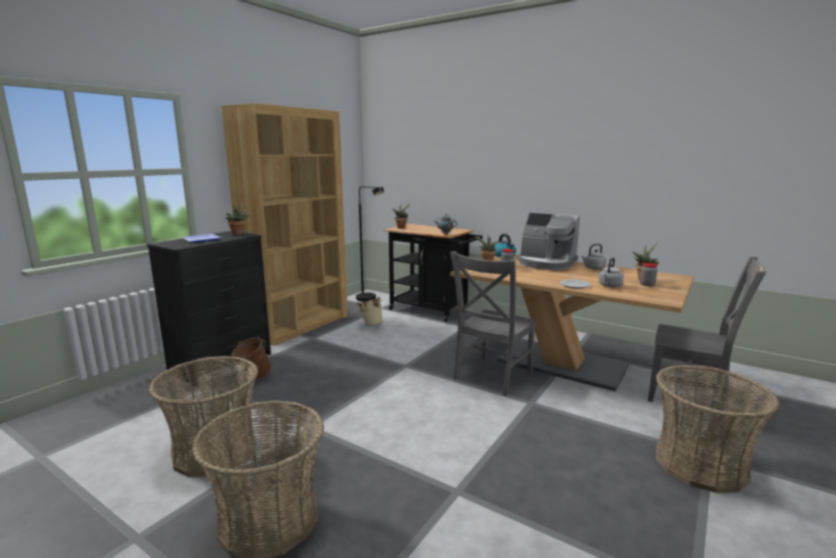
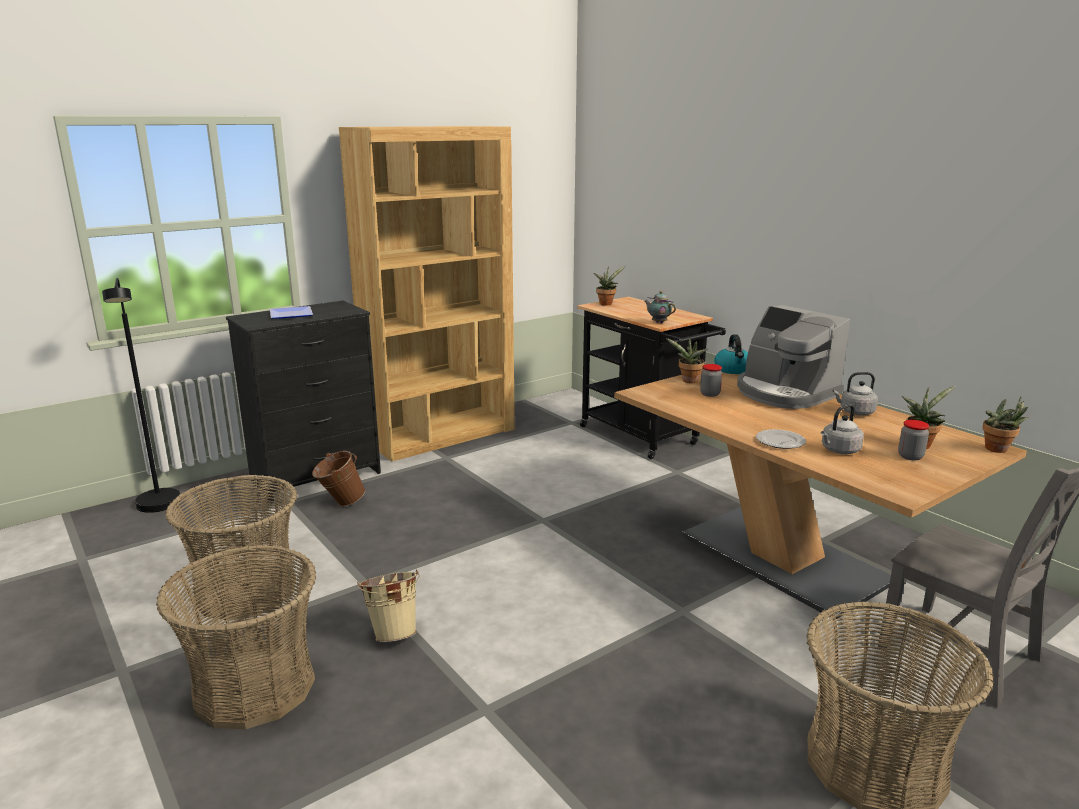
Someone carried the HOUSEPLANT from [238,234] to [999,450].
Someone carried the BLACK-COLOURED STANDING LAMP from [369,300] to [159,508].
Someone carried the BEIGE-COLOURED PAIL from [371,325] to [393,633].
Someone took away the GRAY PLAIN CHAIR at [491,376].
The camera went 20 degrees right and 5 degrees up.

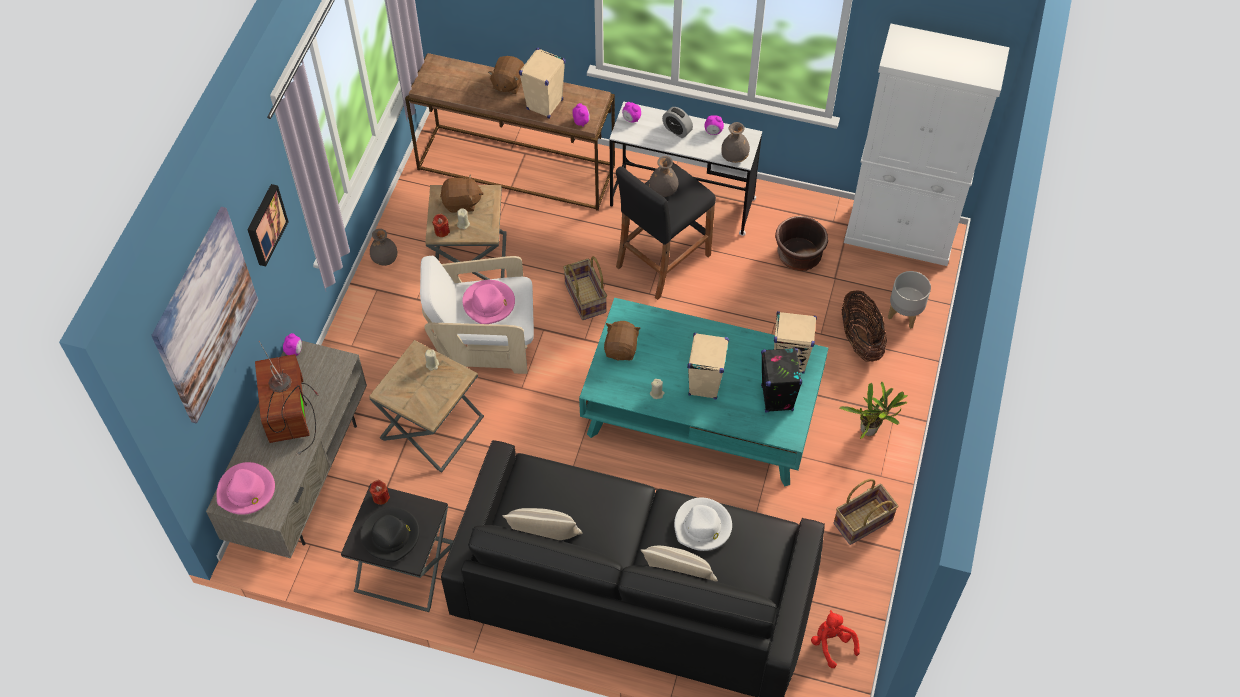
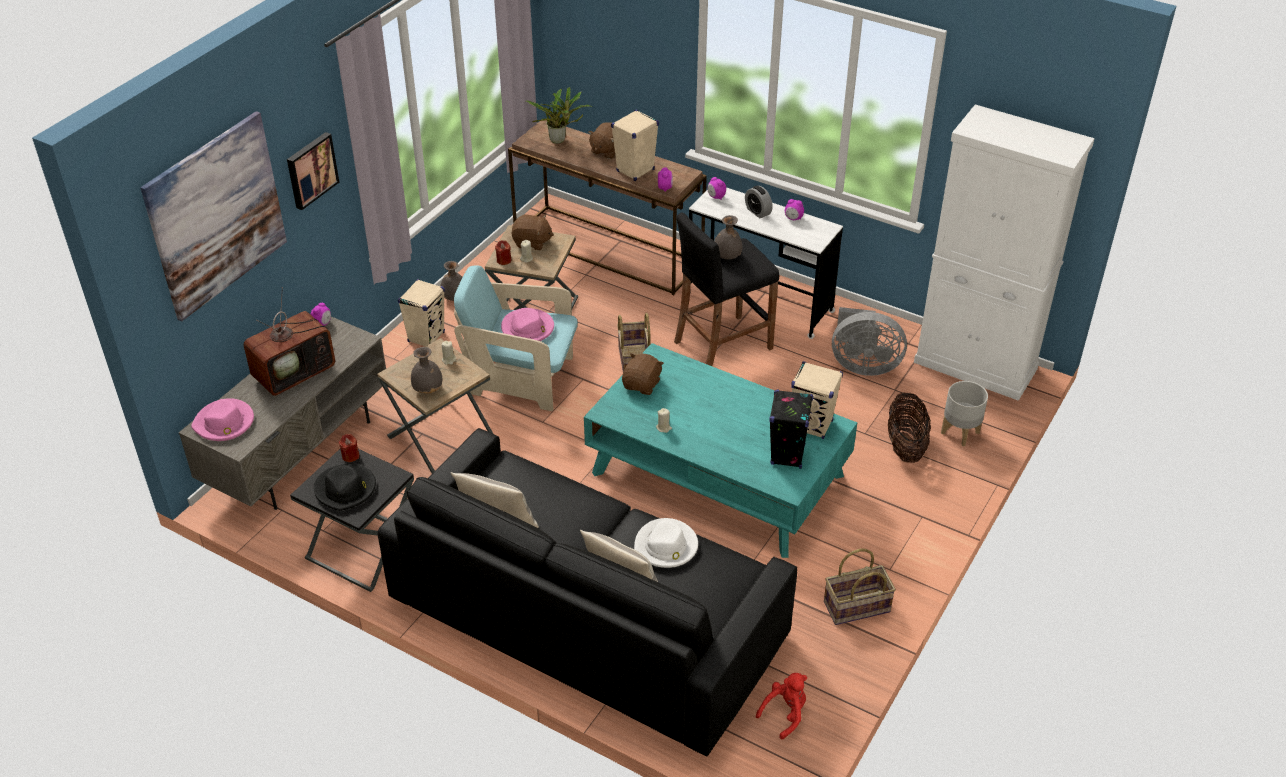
Someone rotated the TV at [290,414] by 135 degrees counterclockwise.
Someone repainted the WHITISH EASY CHAIR at [484,342], which became the TURQUOISE-COLOURED EASY CHAIR at [521,378].
Someone carried the BEIGE-COLOURED SPEAKER from [704,384] to [426,337].
Someone carried the GRAY VASE from [734,157] to [428,389].
Someone swapped the BROWNISH FLOWER POT at [798,256] for the GRAY COOLING FAN at [863,365].
Someone rotated the RED-COLOURED PLUSH TOY at [832,643] by 60 degrees clockwise.
Someone carried the HOUSEPLANT from [871,430] to [559,140].
The camera went 15 degrees right and 15 degrees down.

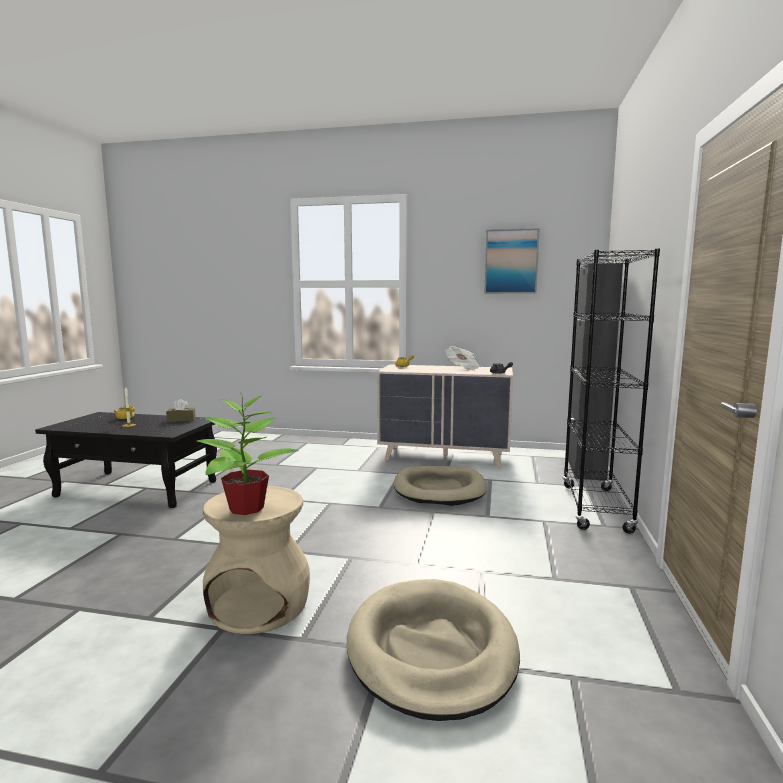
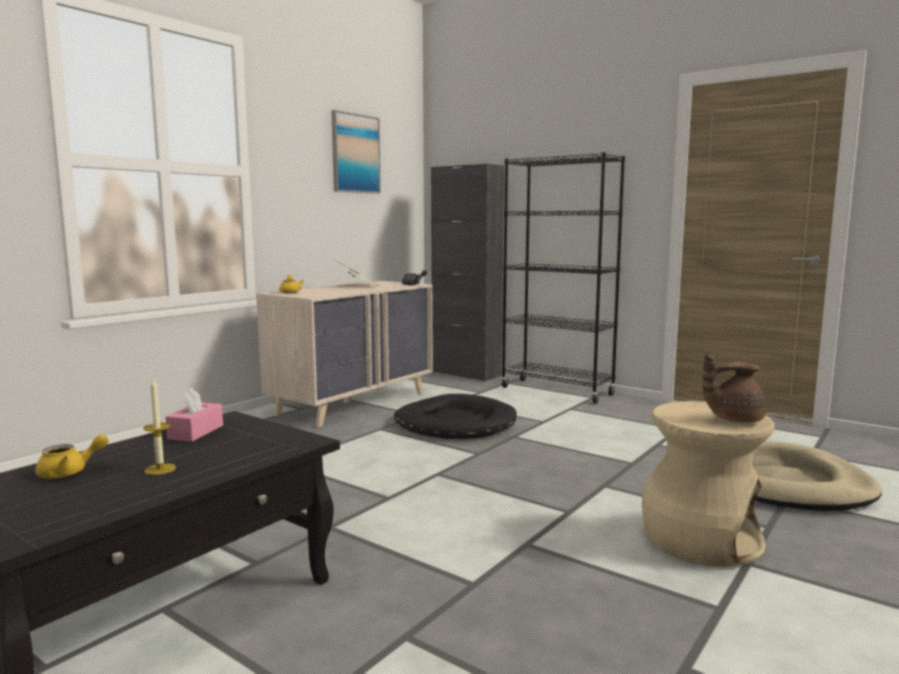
Someone repainted the BROWNISH TISSUE BOX at [181,420], which became the PINK TISSUE BOX at [196,432].
Someone swapped the HOUSEPLANT at [245,508] for the BROWNISH TEAPOT at [733,419].
Someone repainted the BEIGE-COLOURED DOG CUSHION at [439,489], which became the BLACK-COLOURED DOG CUSHION at [455,423].
The camera went 65 degrees left and 0 degrees up.

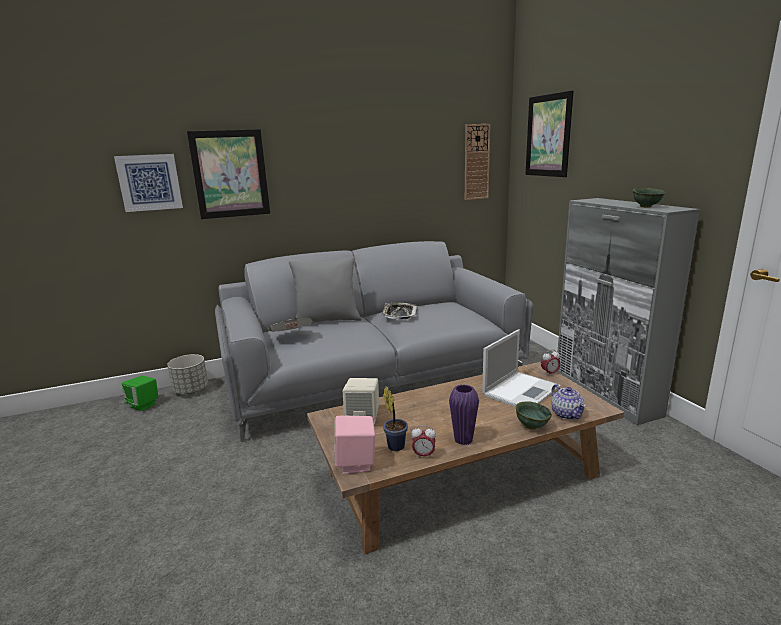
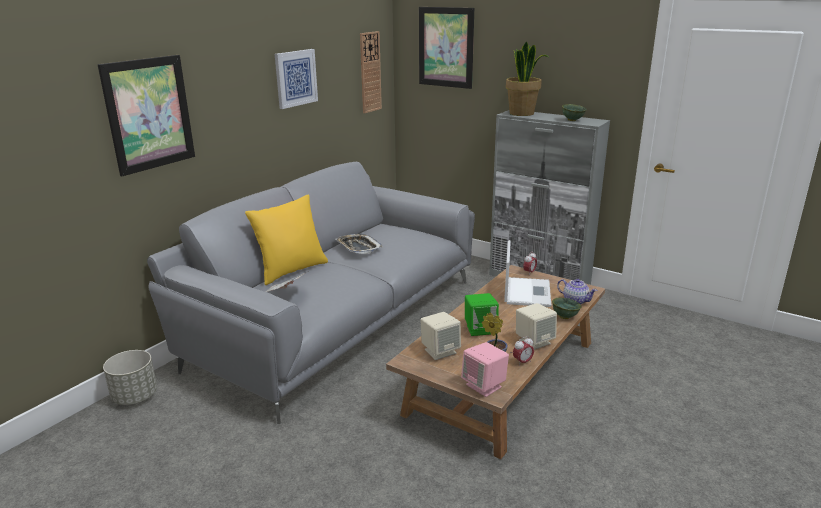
Someone carried the PICTURE from [149,182] to [295,78].
Someone carried the GREENISH SPEAKER from [144,405] to [480,329].
Someone repainted the GRAY THROW PILLOW at [327,320], which became the YELLOWISH THROW PILLOW at [291,270].
Someone swapped the PURPLISH VASE at [463,440] for the BEIGE-COLOURED SPEAKER at [534,342].
Someone put down the HOUSEPLANT at [522,113].
The camera went 35 degrees left and 5 degrees up.

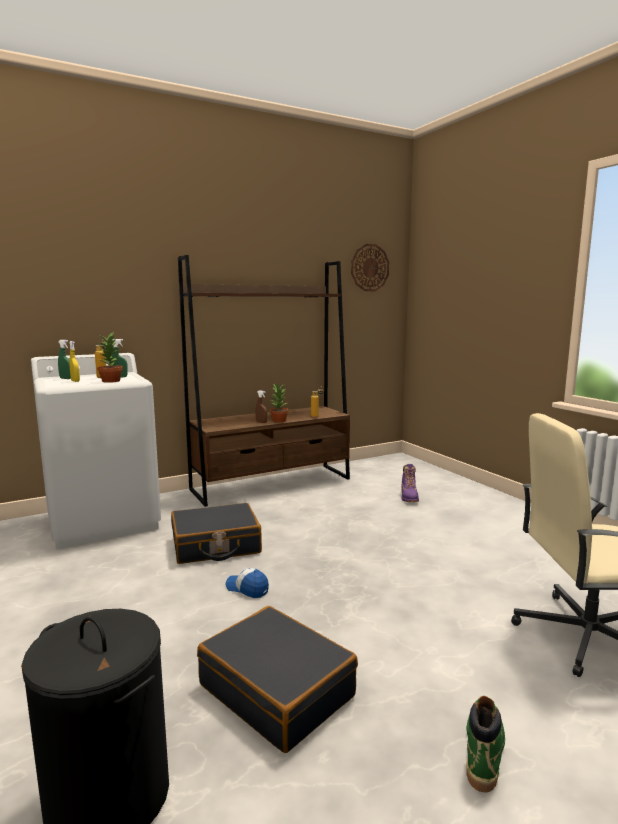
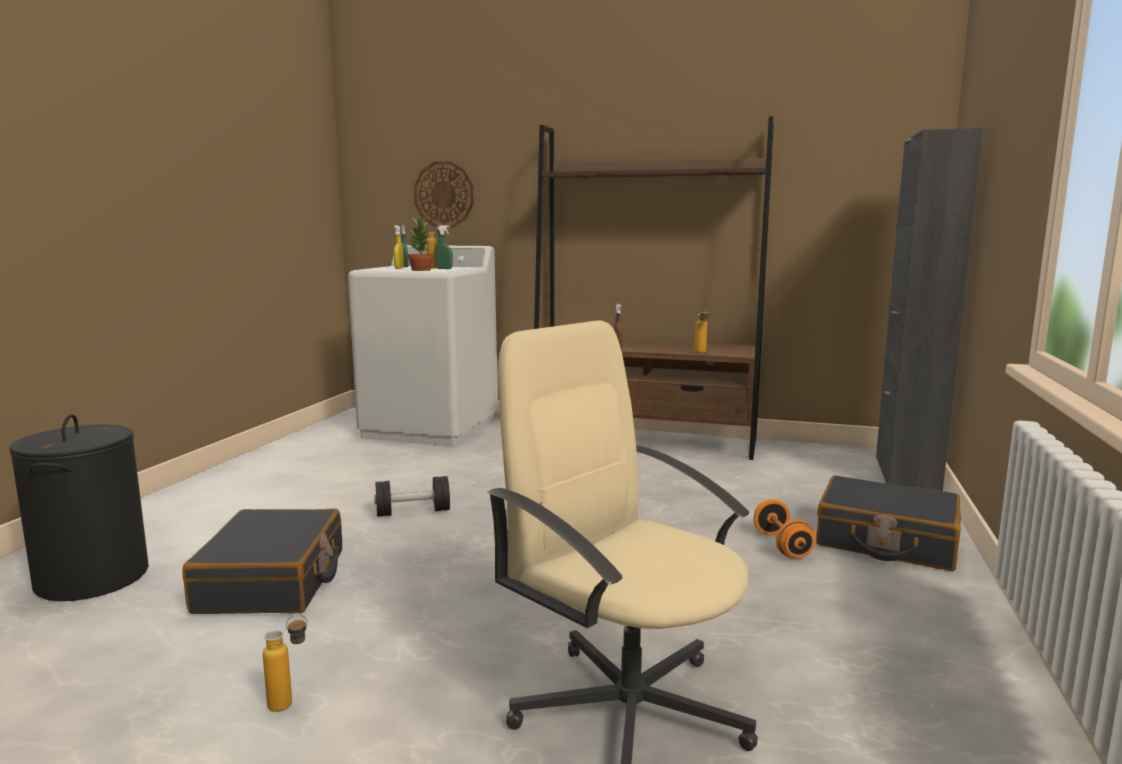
Someone carried the BLACK-COLOURED TRAVEL CASE from [215,545] to [886,541].
Someone swapped the CAP at [247,589] for the BLACK-COLOURED HAND WEIGHT at [413,512].
Someone took away the HOUSEPLANT at [278,420].
Someone carried the WALL CLOCK from [369,267] to [444,195].
Someone took away the PURPLISH BOOT at [409,497].
Someone swapped the GREENISH BOOT at [483,749] for the BEVERAGE BOTTLE at [290,703].
Someone put down the ORANGEY HAND WEIGHT at [781,545].
Someone put down the BLACK-COLOURED STORAGE CABINET at [906,475].
The camera went 45 degrees right and 0 degrees up.

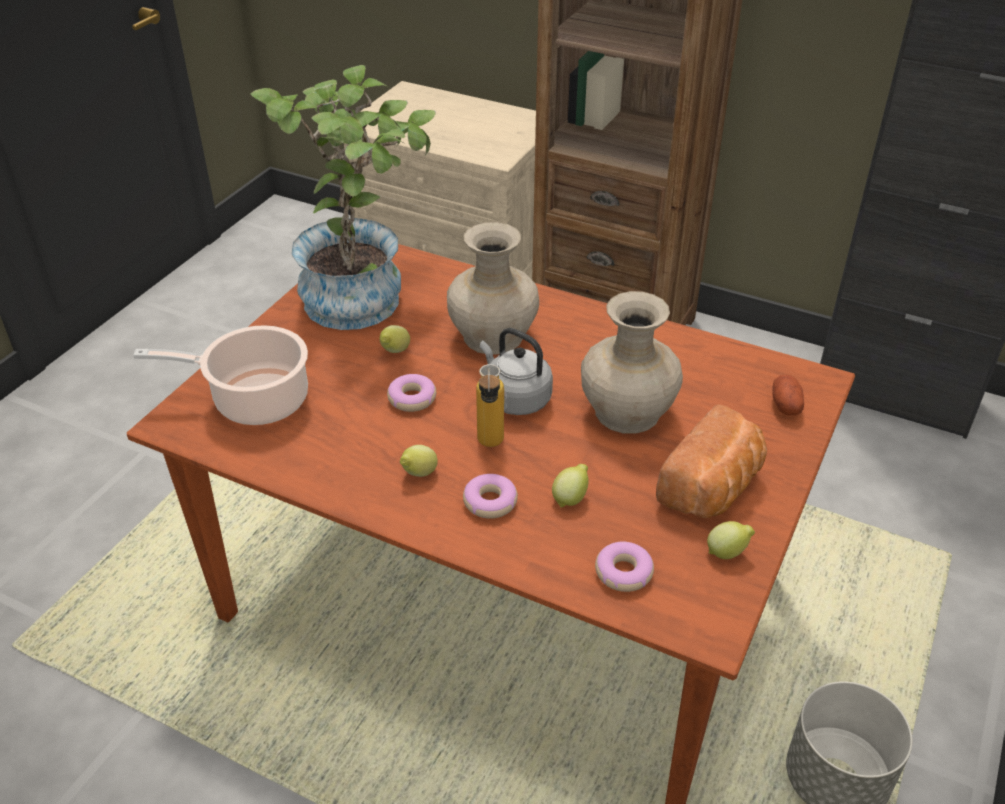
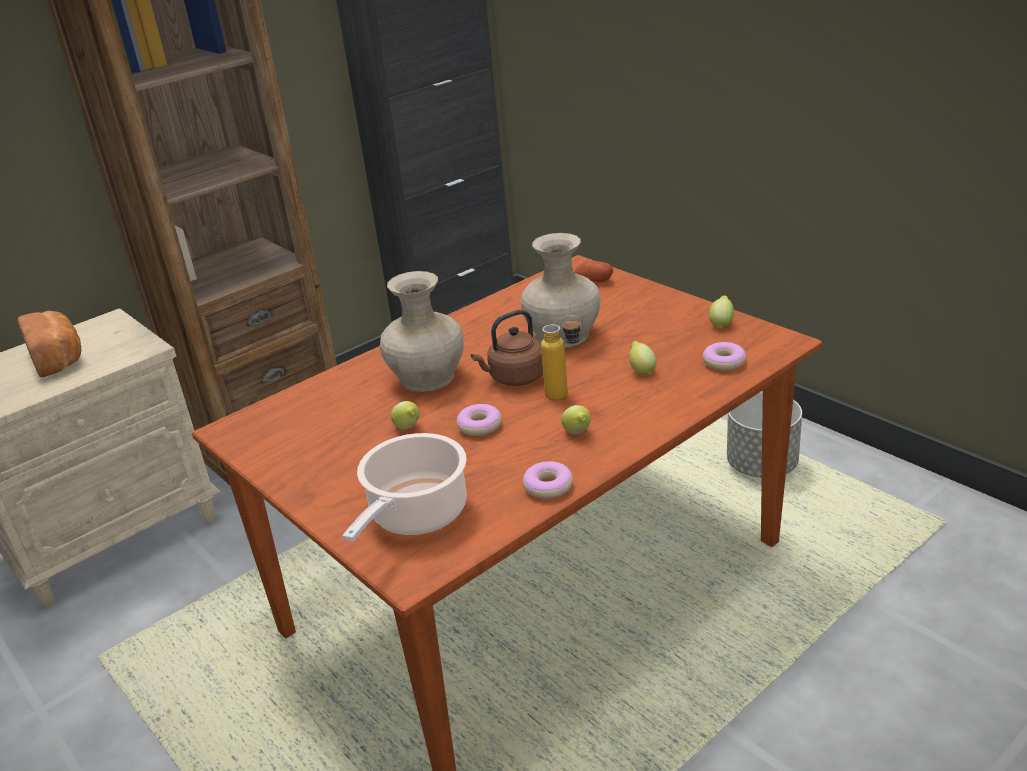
Someone took away the HOUSEPLANT at [363,294].
Someone carried the DOUGHNUT from [490,502] to [548,486].
Someone repainted the GRAY WATER KETTLE at [515,398], which became the BROWNISH WATER KETTLE at [514,378].
Someone carried the BAKED BREAD from [713,488] to [59,358].
The camera went 65 degrees left and 10 degrees down.

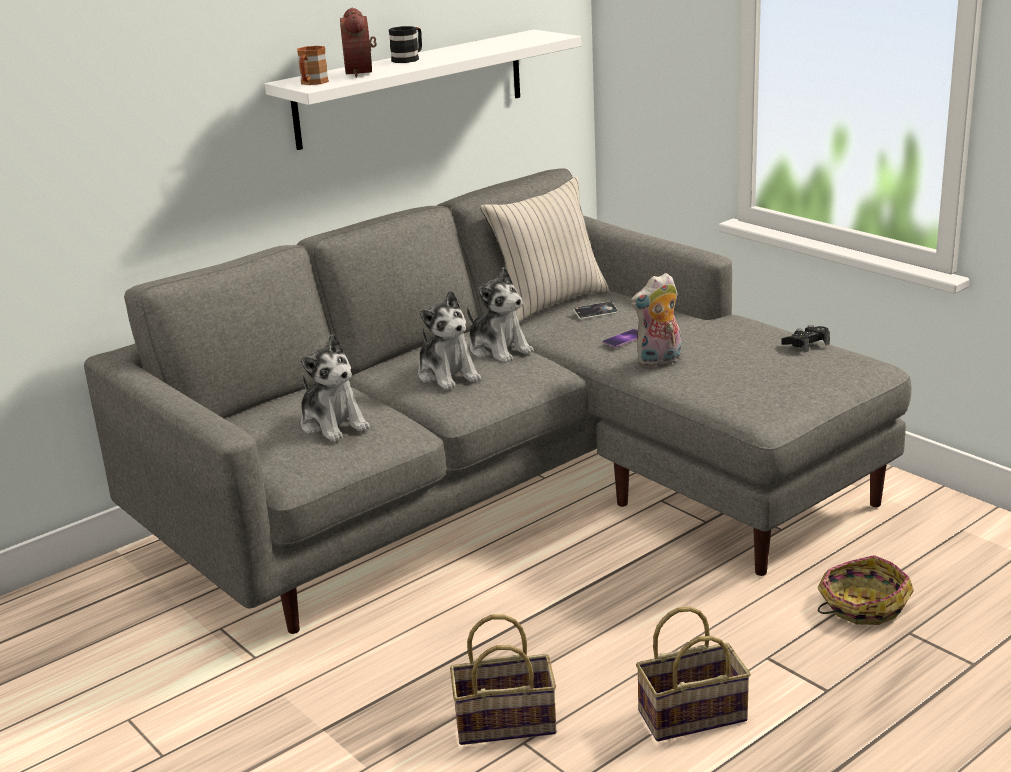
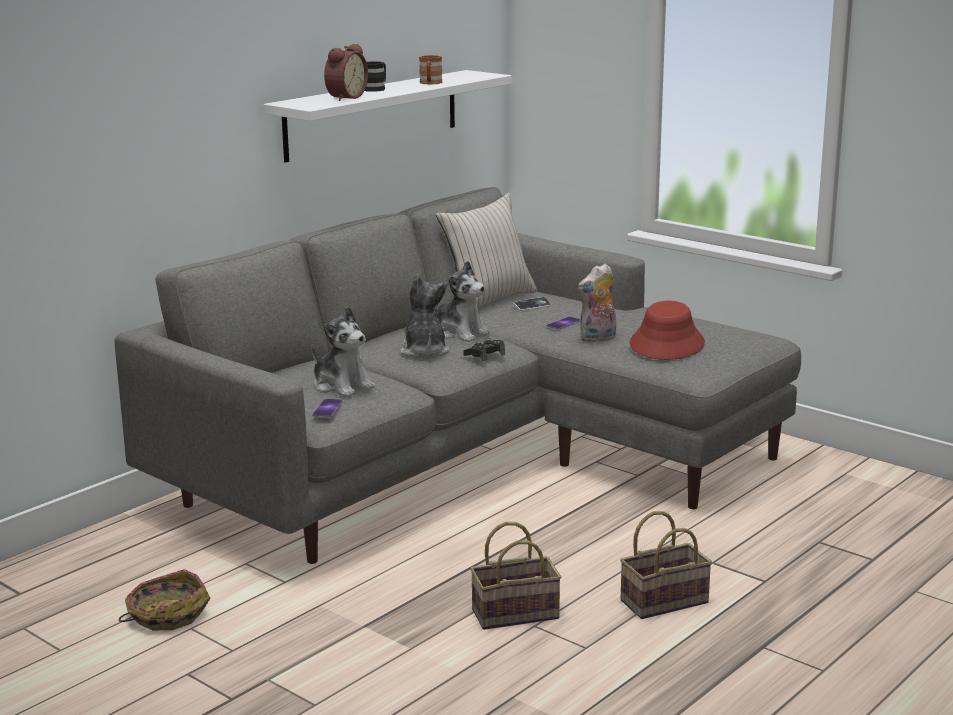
Someone carried the BROWNISH TEA MUG from [312,83] to [430,83].
Someone rotated the BEDSIDE CLOCK at [362,72] by 135 degrees counterclockwise.
Someone rotated the PLUSH TOY at [448,375] by 150 degrees counterclockwise.
Someone carried the BLACK-COLOURED GAME CONTROLLER from [806,344] to [485,355].
Someone carried the BASKET from [861,605] to [166,615].
Someone put down the PHONE at [327,408].
Someone put down the RED-COLOURED HAT at [667,344].
The camera went 10 degrees left and 5 degrees down.

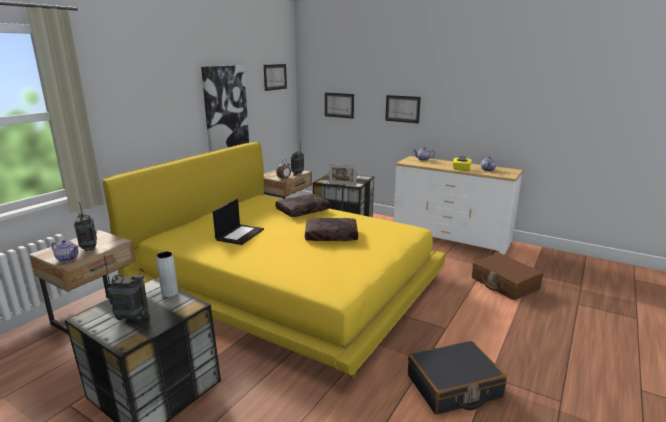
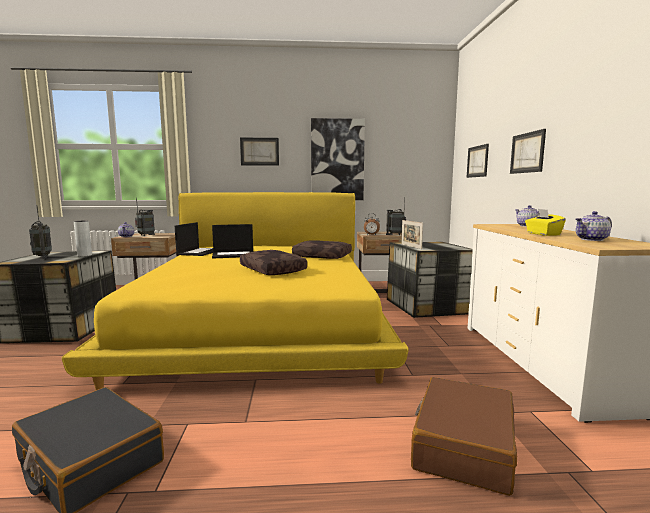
Someone carried the PICTURE from [275,77] to [259,151].
Someone put down the LAPTOP at [199,252].
The camera went 55 degrees right and 10 degrees down.

